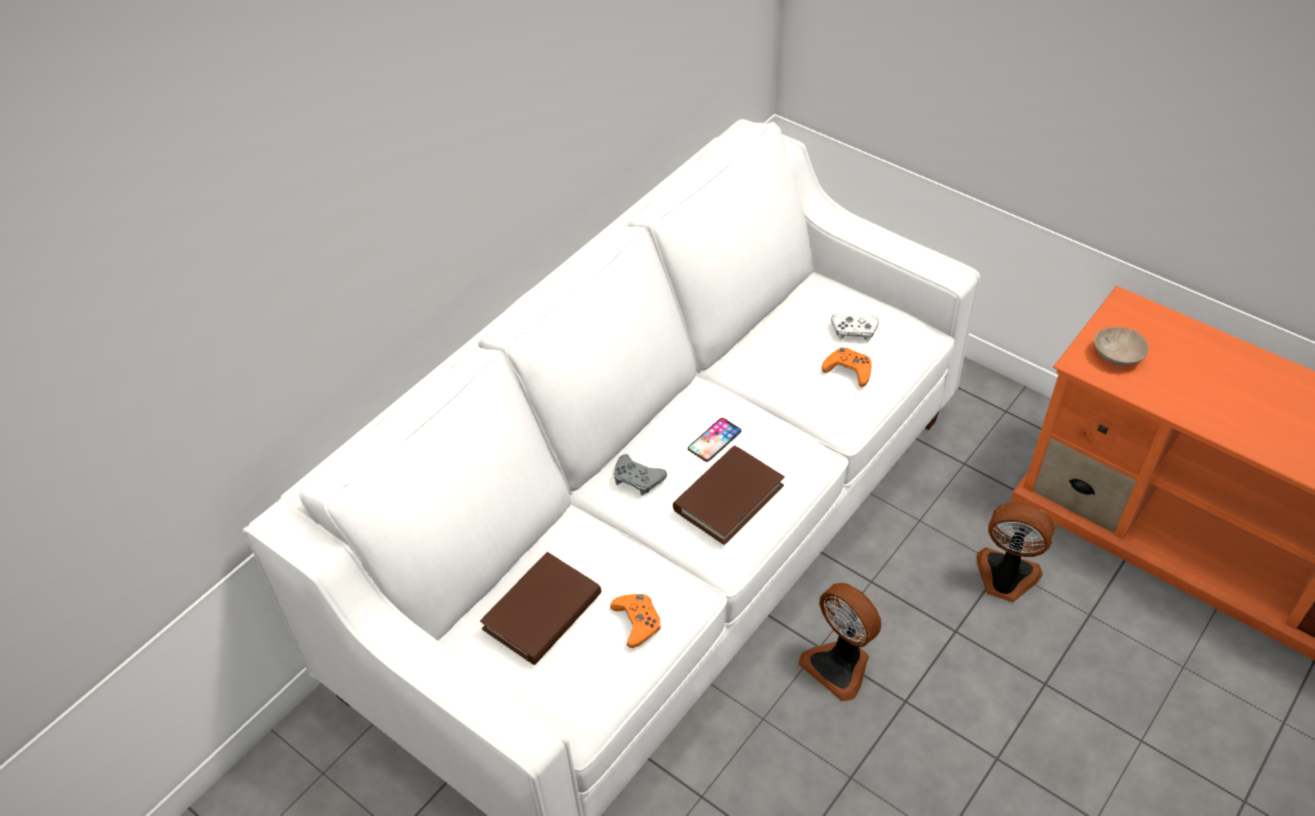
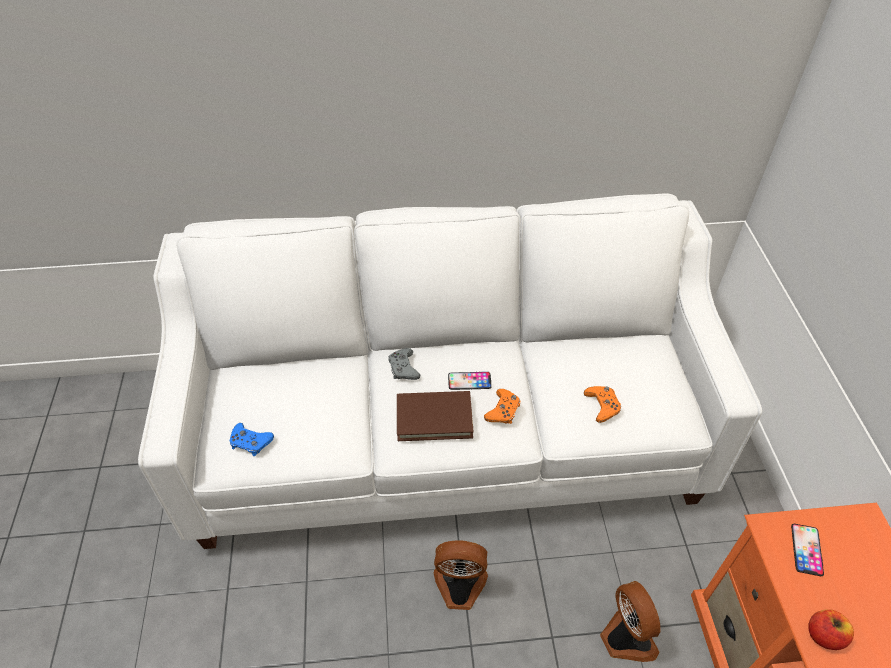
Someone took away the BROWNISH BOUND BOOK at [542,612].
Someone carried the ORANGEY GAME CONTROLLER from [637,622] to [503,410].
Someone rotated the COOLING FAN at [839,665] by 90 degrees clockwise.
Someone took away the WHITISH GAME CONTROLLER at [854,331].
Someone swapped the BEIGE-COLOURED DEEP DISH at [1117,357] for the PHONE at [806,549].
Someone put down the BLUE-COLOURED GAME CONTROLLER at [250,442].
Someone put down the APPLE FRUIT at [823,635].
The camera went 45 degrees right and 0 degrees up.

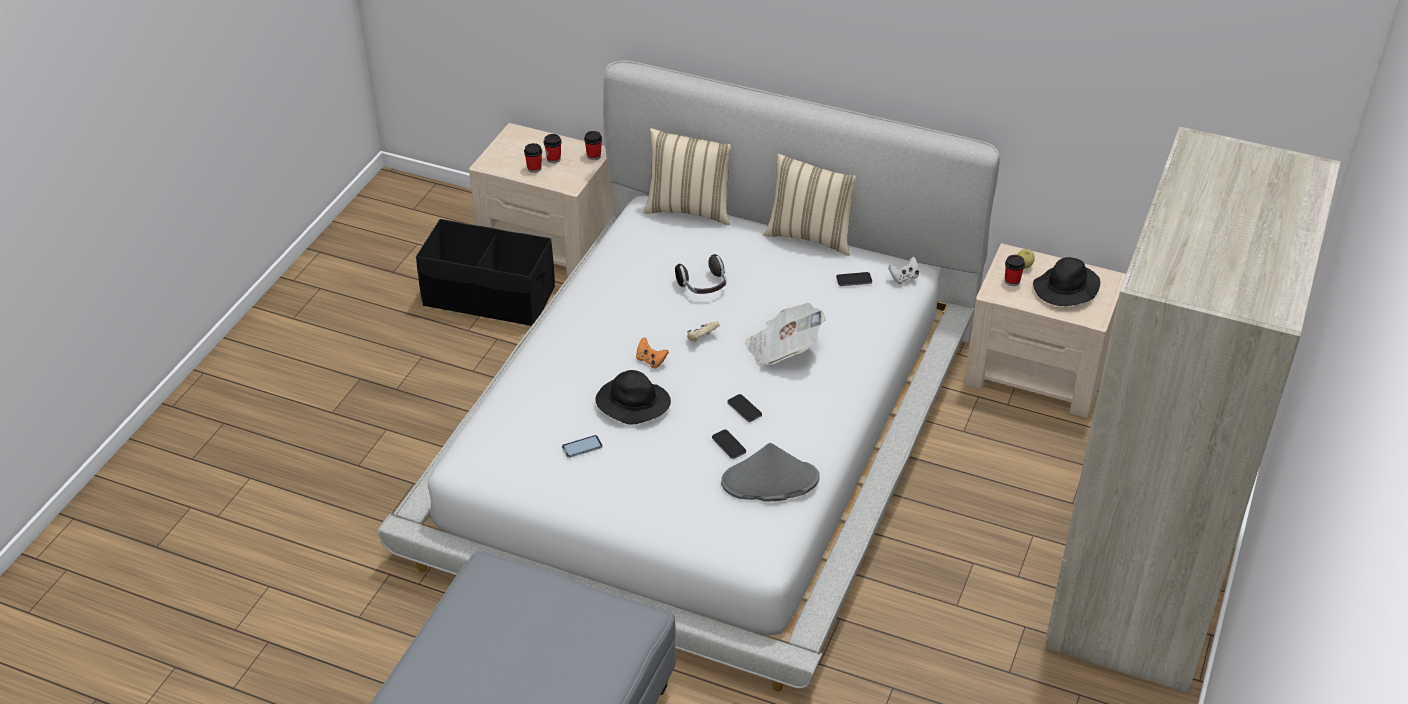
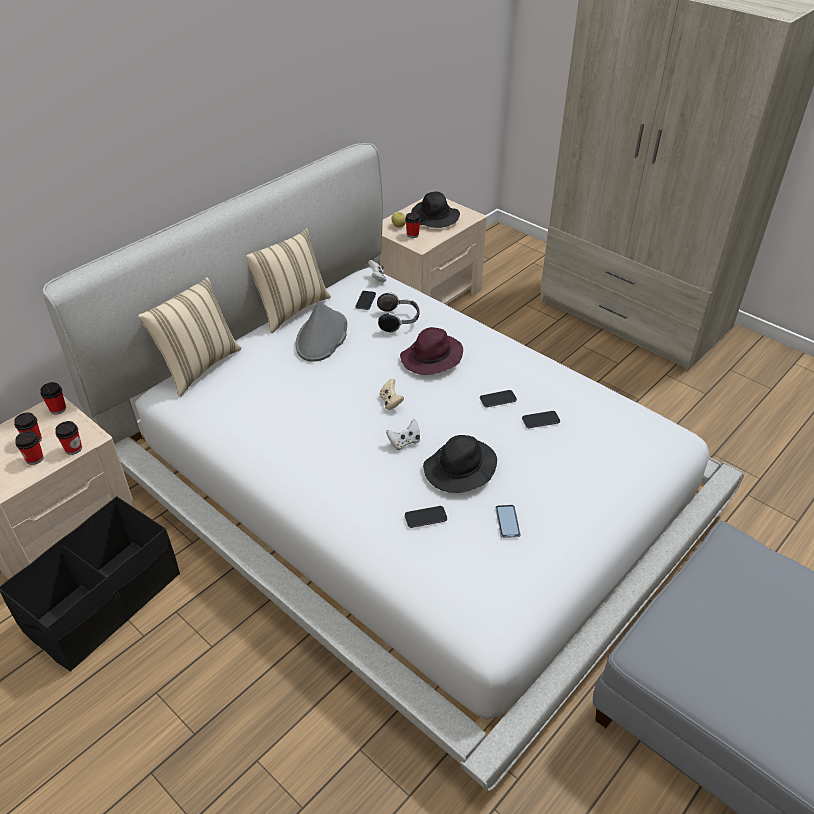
Someone repainted the ORANGEY GAME CONTROLLER at [651,361], which became the WHITISH GAME CONTROLLER at [404,442].
Someone carried the HEADPHONES from [703,286] to [398,321].
Someone carried the GRAY HAT from [769,481] to [322,337].
Someone swapped the NEWSPAPER at [783,349] for the PURPLISH HAT at [431,359].
Someone put down the DRINKING CUP at [73,449].
Someone put down the PHONE at [425,518].
The camera went 70 degrees left and 0 degrees up.

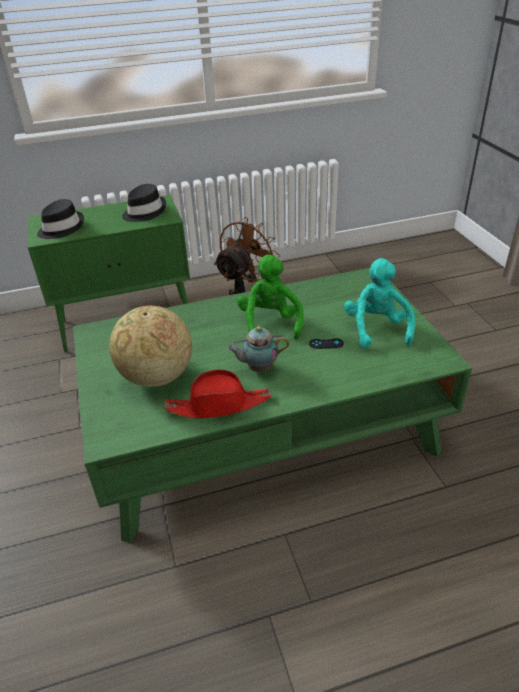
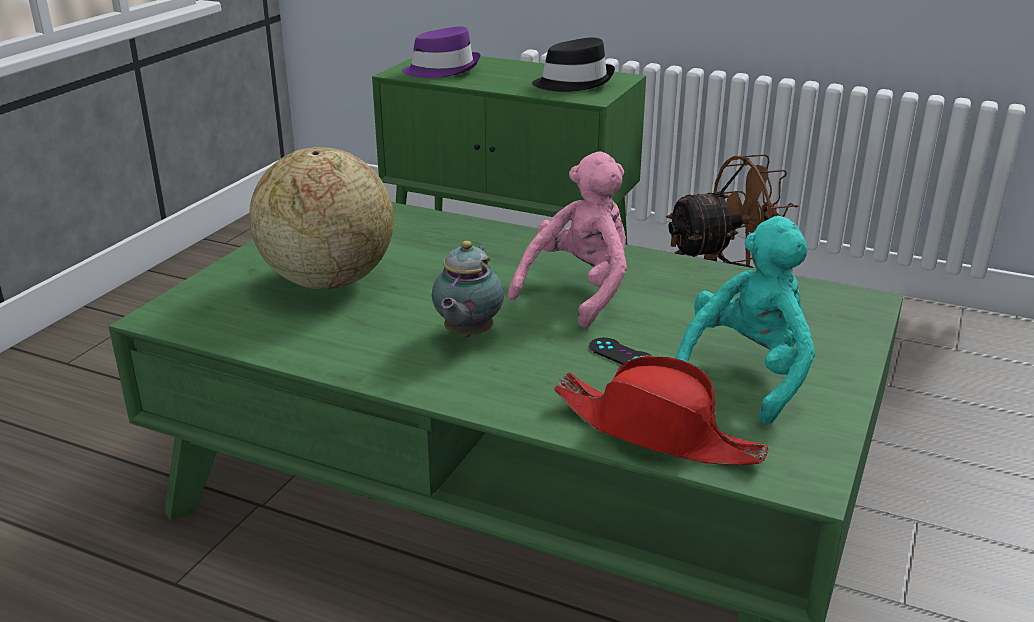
Someone repainted the BLACK-COLOURED HAT at [61,228], which became the PURPLISH HAT at [442,69].
Someone carried the RED-COLOURED HAT from [219,405] to [657,431].
Someone rotated the TEAPOT at [258,368] by 105 degrees counterclockwise.
Someone repainted the GREENISH PLUSH TOY at [270,323], which became the PINK PLUSH TOY at [579,291].
The camera went 40 degrees right and 10 degrees down.

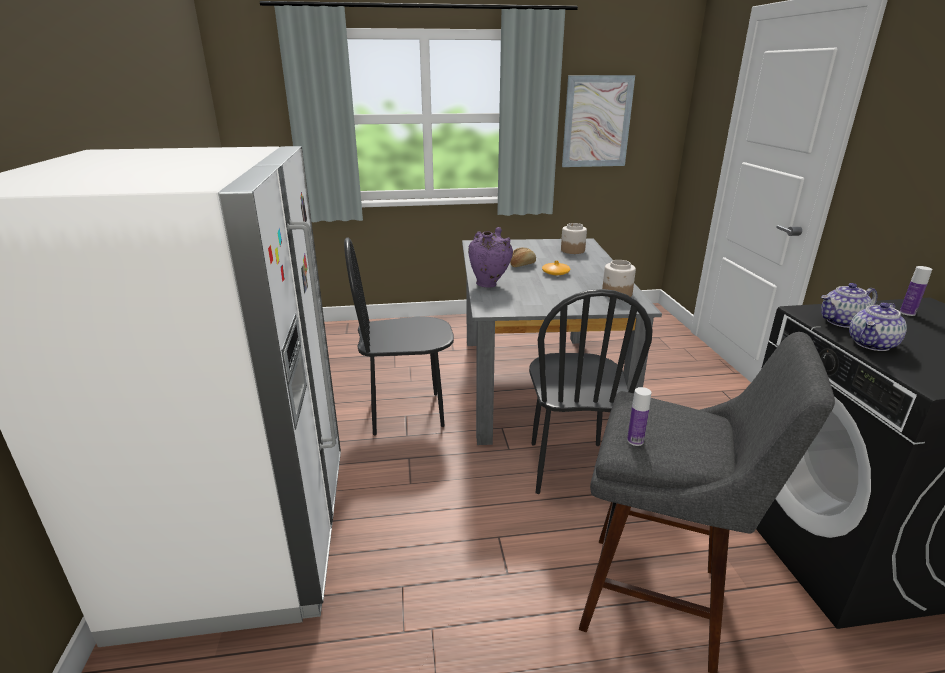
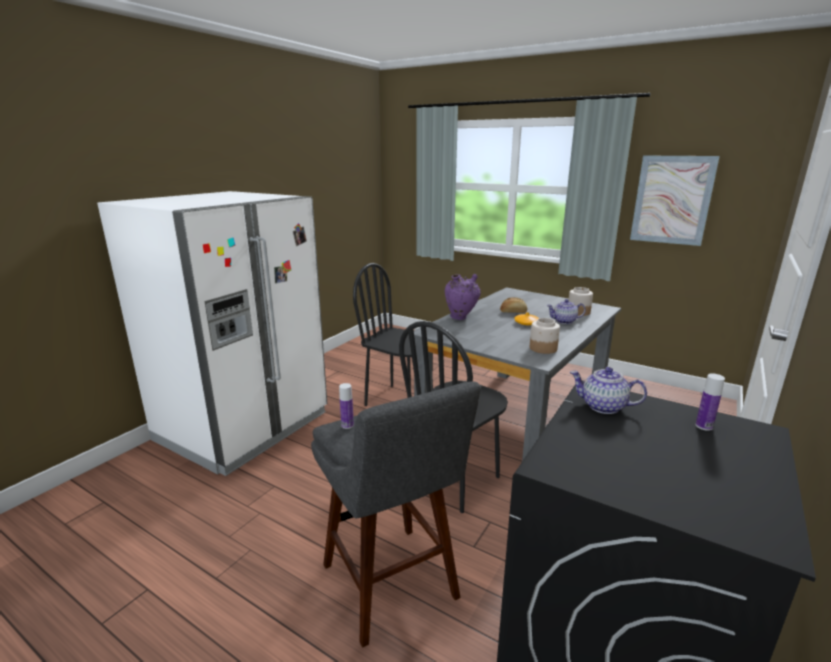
Someone carried the TEAPOT from [872,344] to [564,321].
The camera went 40 degrees right and 5 degrees down.

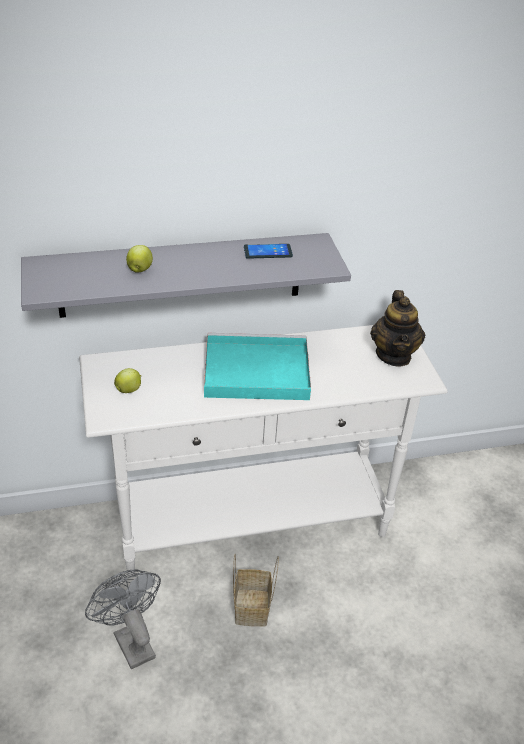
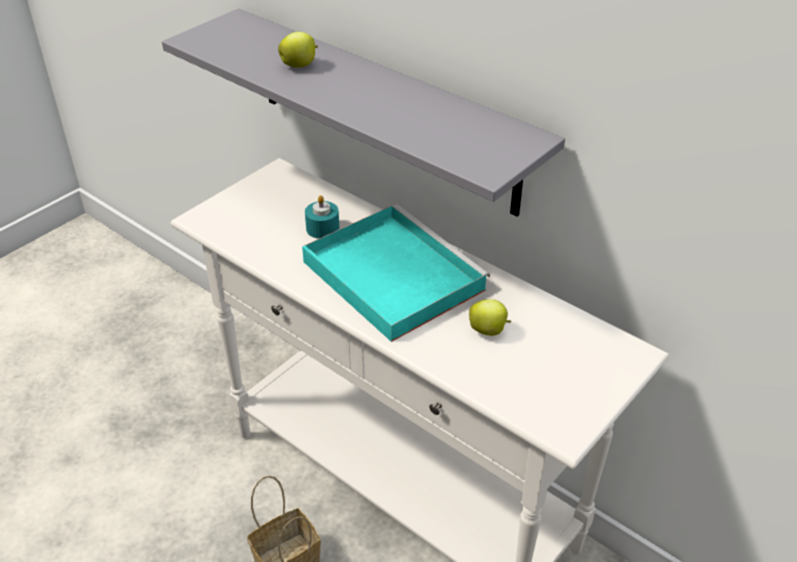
Someone took away the GRAY COOLING FAN at [130,640].
Someone carried the APPLE FRUIT from [129,390] to [488,331].
Someone took away the PHONE at [268,252].
Someone took away the TEAPOT at [394,355].
Someone put down the TURQUOISE-COLOURED WAX LIGHT at [322,228].
The camera went 55 degrees right and 0 degrees up.

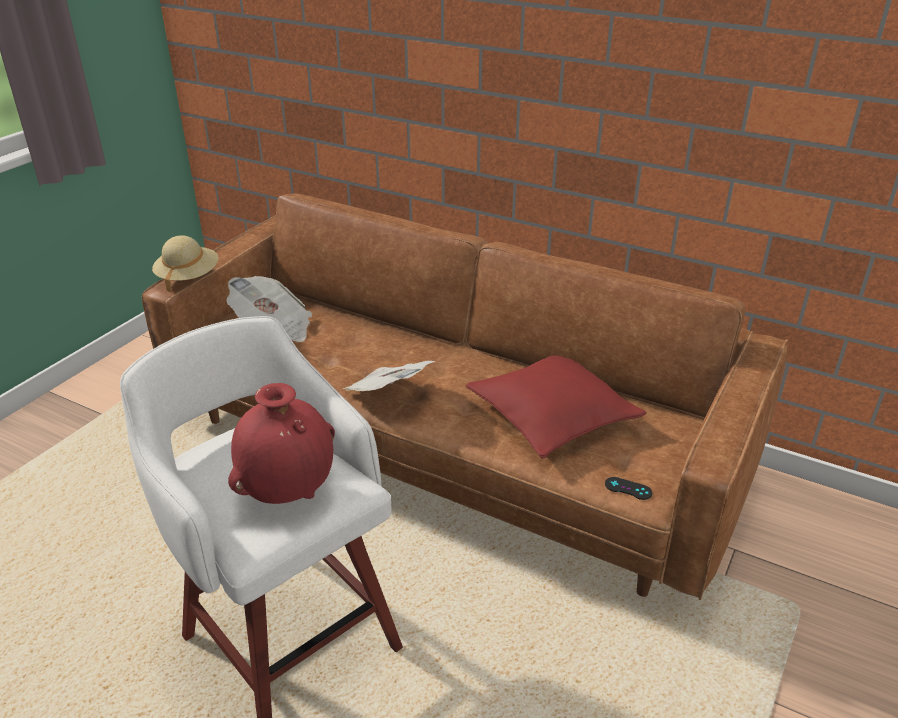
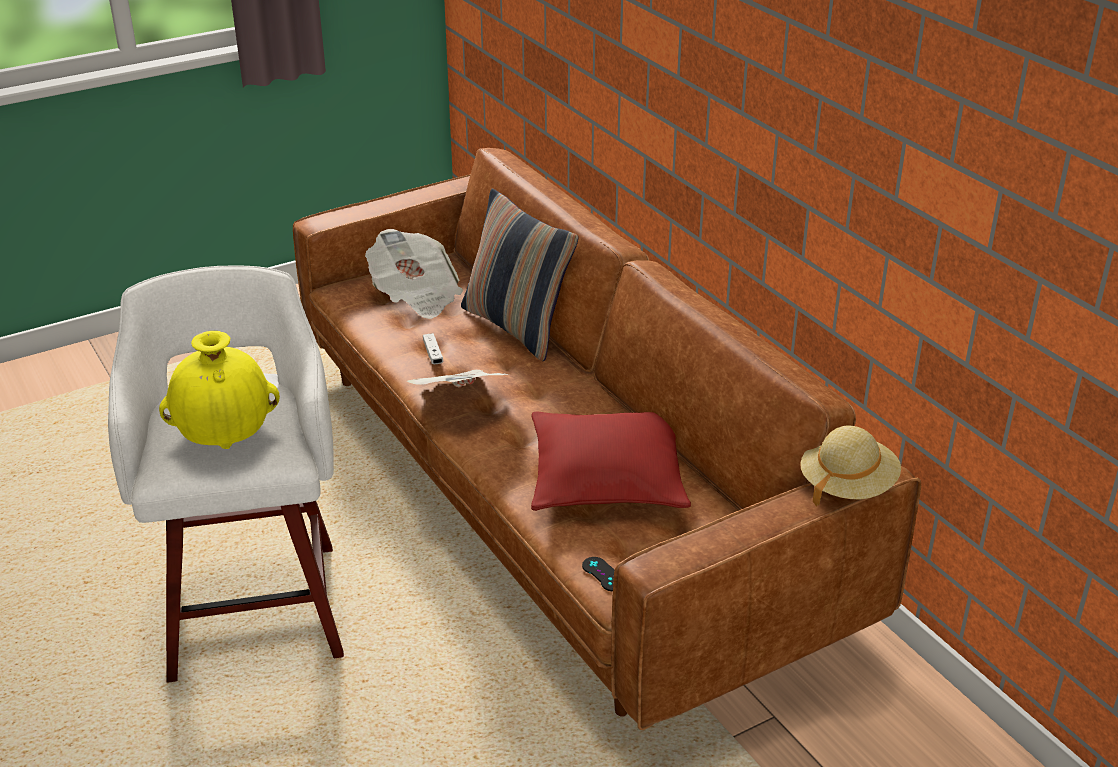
Someone carried the BEIGE-COLOURED HAT from [188,277] to [847,485].
Someone repainted the RED-COLOURED VASE at [289,491], which became the YELLOWISH VASE at [227,440].
Someone put down the WHITISH GAME CONTROLLER at [433,354].
Someone put down the THROW PILLOW at [517,327].
The camera went 30 degrees right and 0 degrees up.

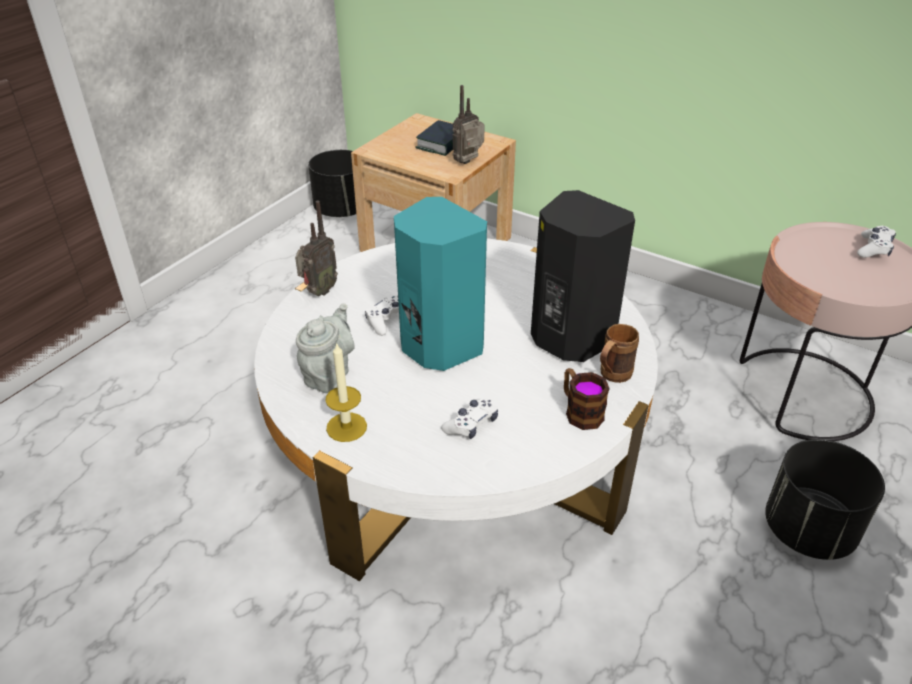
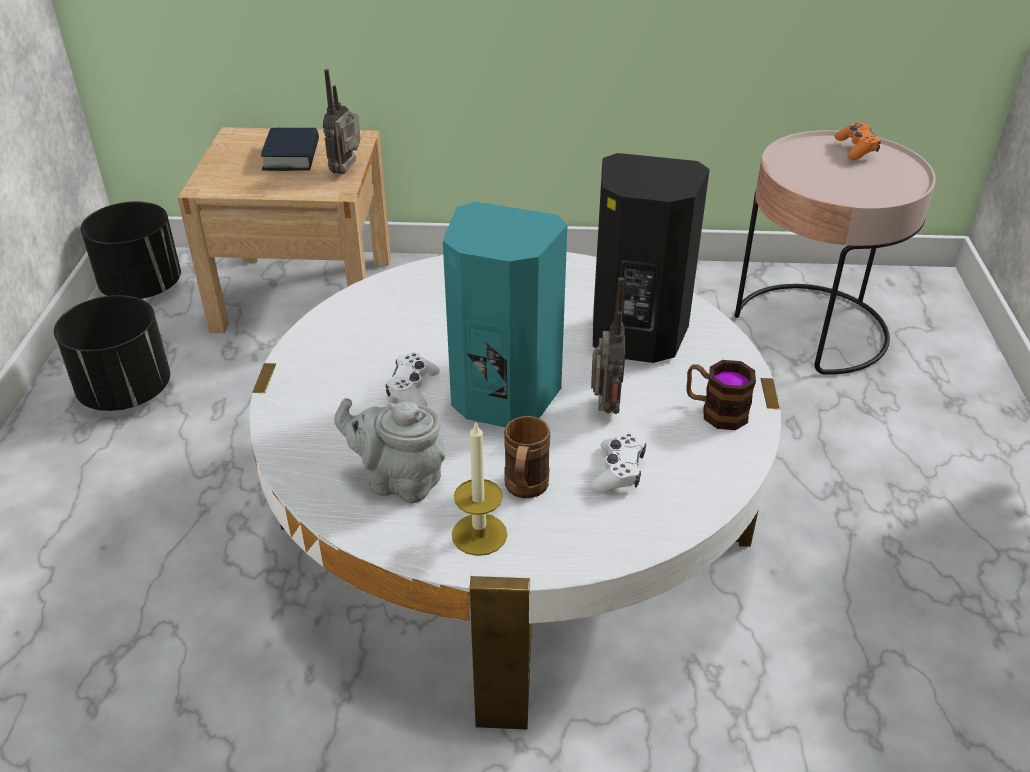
Someone carried the RADIO SET from [318,292] to [604,409].
Someone rotated the GRAY TEAPOT at [329,374] by 60 degrees counterclockwise.
Someone carried the BROWNISH TEA MUG from [611,376] to [524,491].
Someone carried the BLACK-COLOURED FLOWER POT from [808,531] to [126,393].
Someone repainted the WHITISH GAME CONTROLLER at [874,249], which became the ORANGEY GAME CONTROLLER at [856,149].
The camera went 30 degrees left and 0 degrees up.

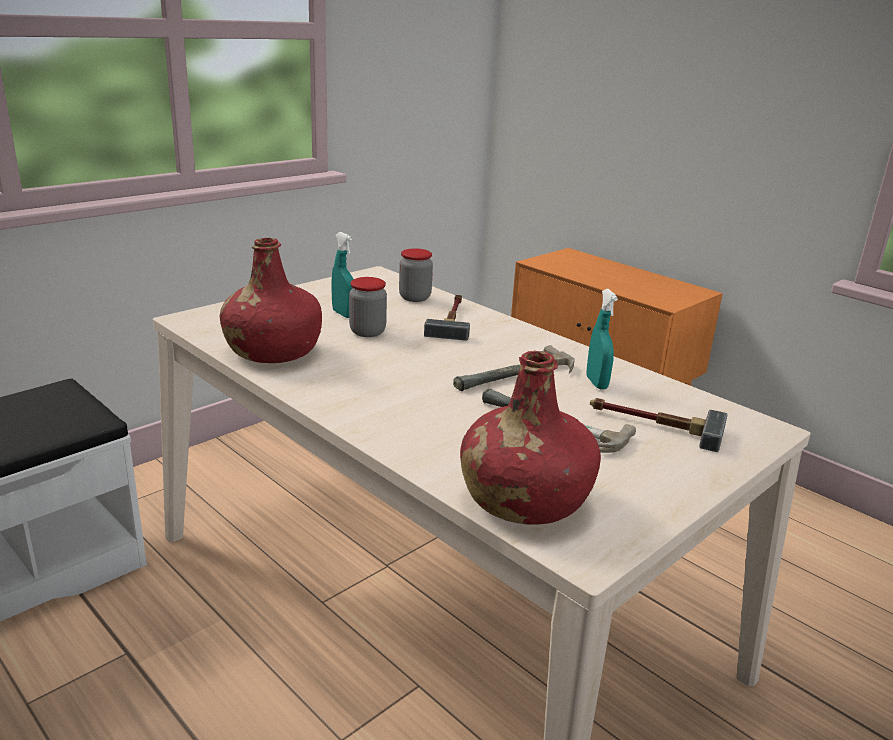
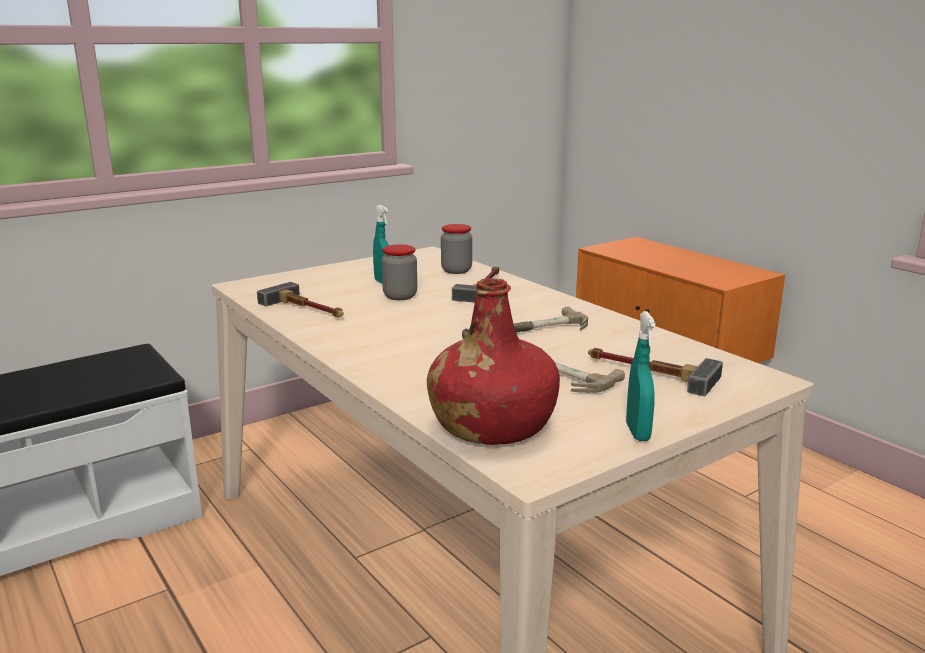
Someone swapped the RED-COLOURED BEVERAGE BOTTLE at [273,351] for the HAND HAMMER at [307,309].
Someone carried the TURQUOISE-COLOURED SPRAYER from [596,383] to [637,432].
The camera went 10 degrees right and 5 degrees down.

